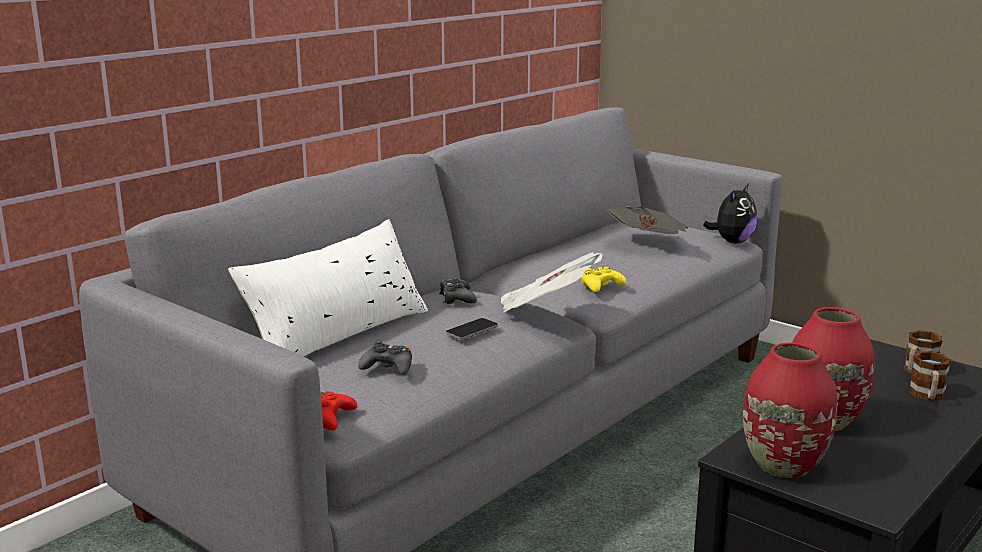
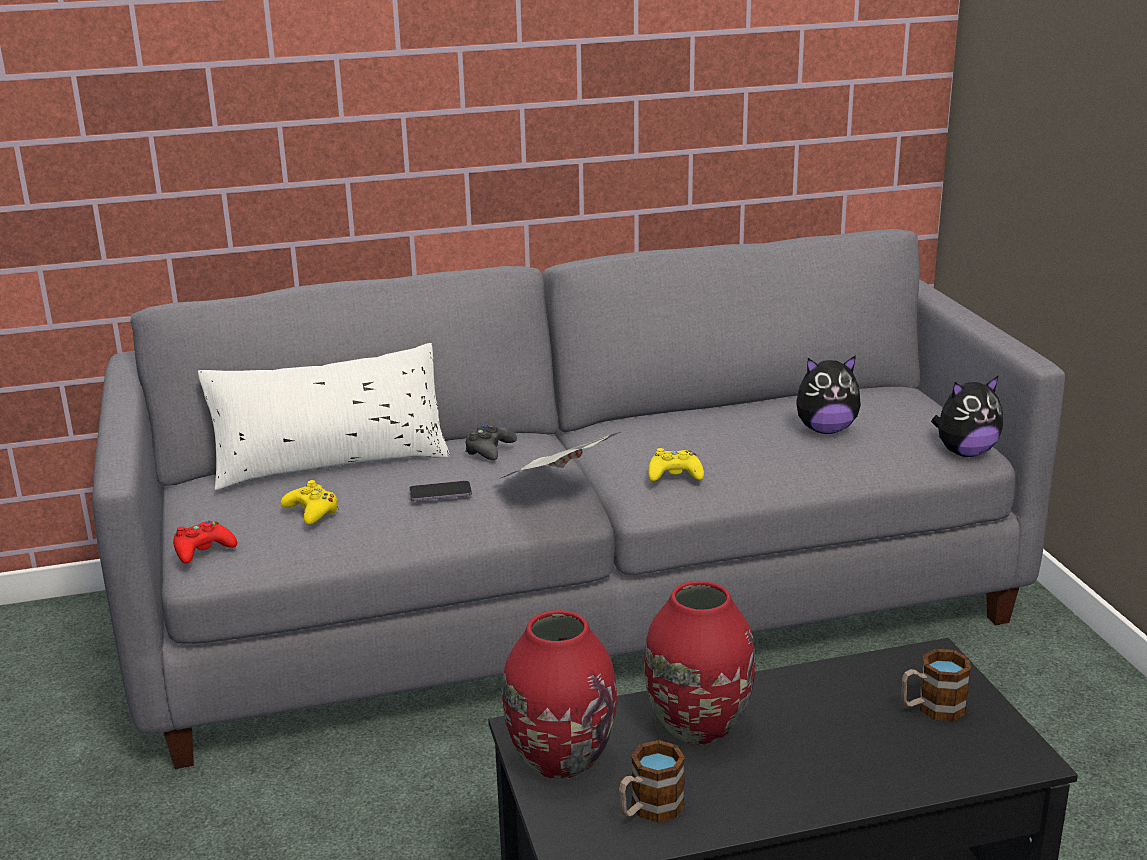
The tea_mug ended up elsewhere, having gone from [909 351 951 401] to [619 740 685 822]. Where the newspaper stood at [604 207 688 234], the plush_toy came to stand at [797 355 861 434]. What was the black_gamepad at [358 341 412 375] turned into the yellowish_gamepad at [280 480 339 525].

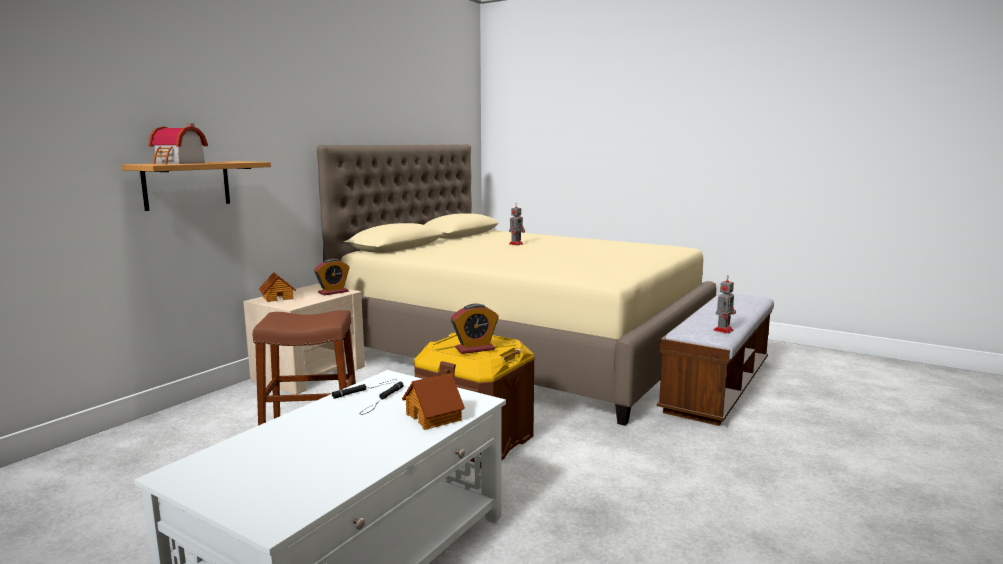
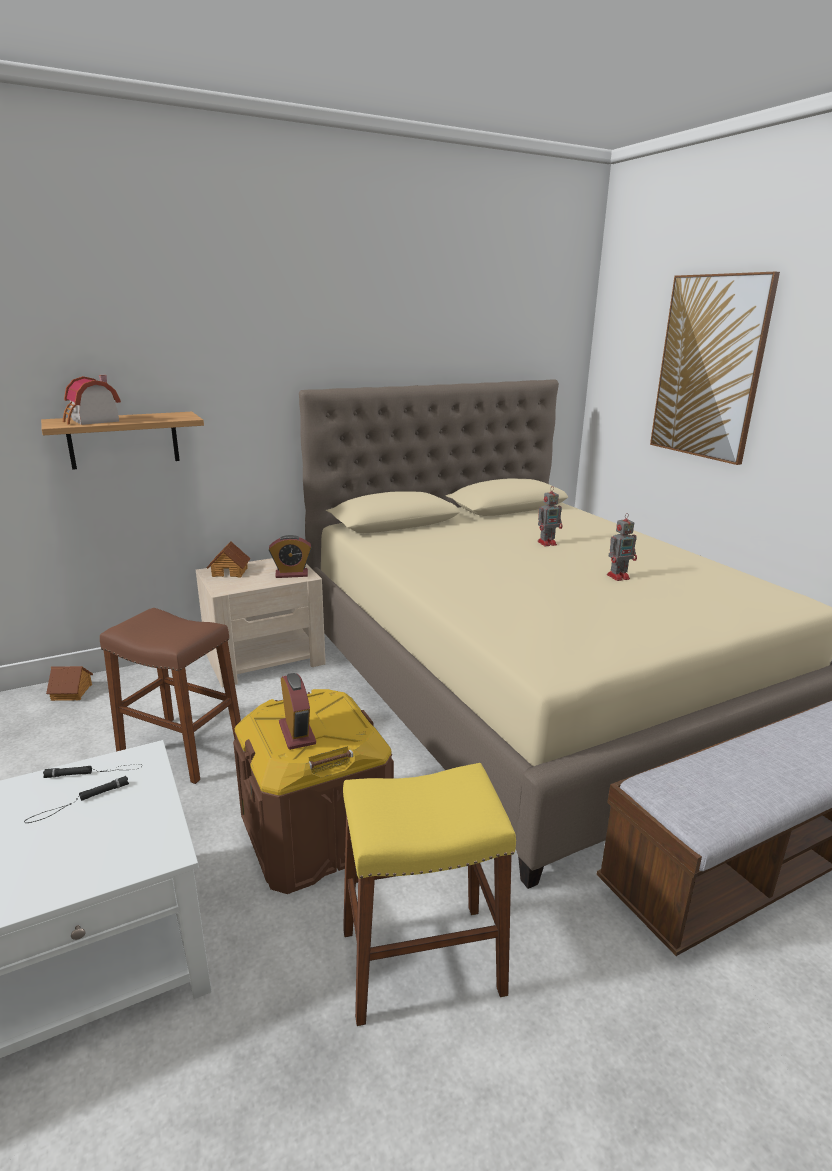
The second view gained the yellowish_sitting_stool at [343 763 516 1026]. The second view gained the wall_picture at [650 272 780 465]. The miniature_house ended up elsewhere, having gone from [402 373 465 430] to [46 666 93 701]. The toy_robot ended up elsewhere, having gone from [713 275 736 333] to [607 513 637 581]. The alarm_clock at [451 304 499 354] ended up facing another way, 120 degrees counterclockwise from before.

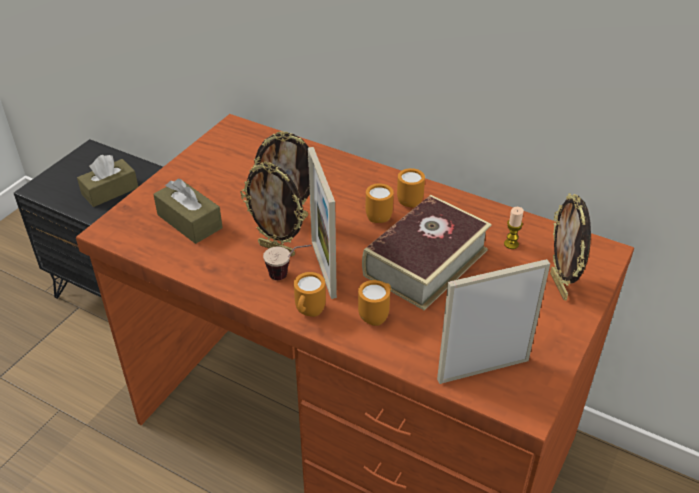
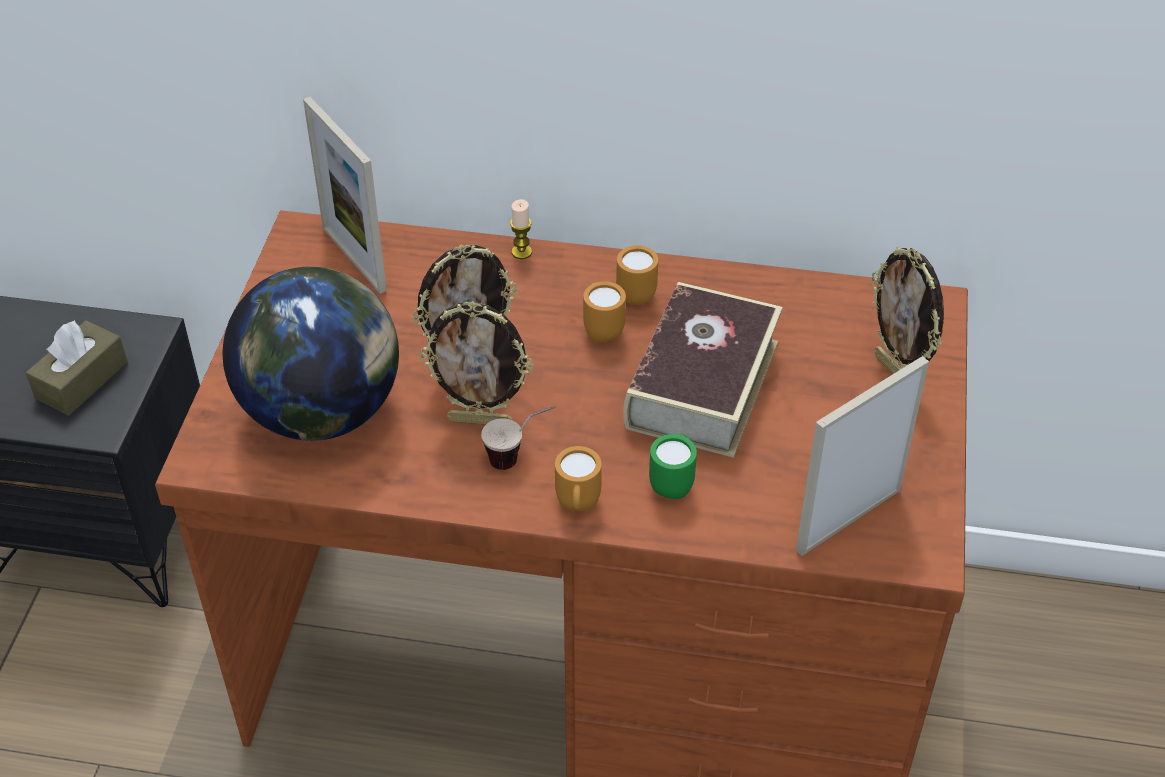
The standing_frame ended up elsewhere, having gone from [308 147 337 299] to [303 97 387 294]. The wax_light ended up elsewhere, having gone from [504 207 524 249] to [510 199 532 259]. Where the brown_box_of_tissues stood at [153 179 223 244], the desk_globe came to stand at [222 267 399 441]. What was the orangey_tea_mug at [358 280 391 326] turned into the greenish_tea_mug at [649 434 697 499].

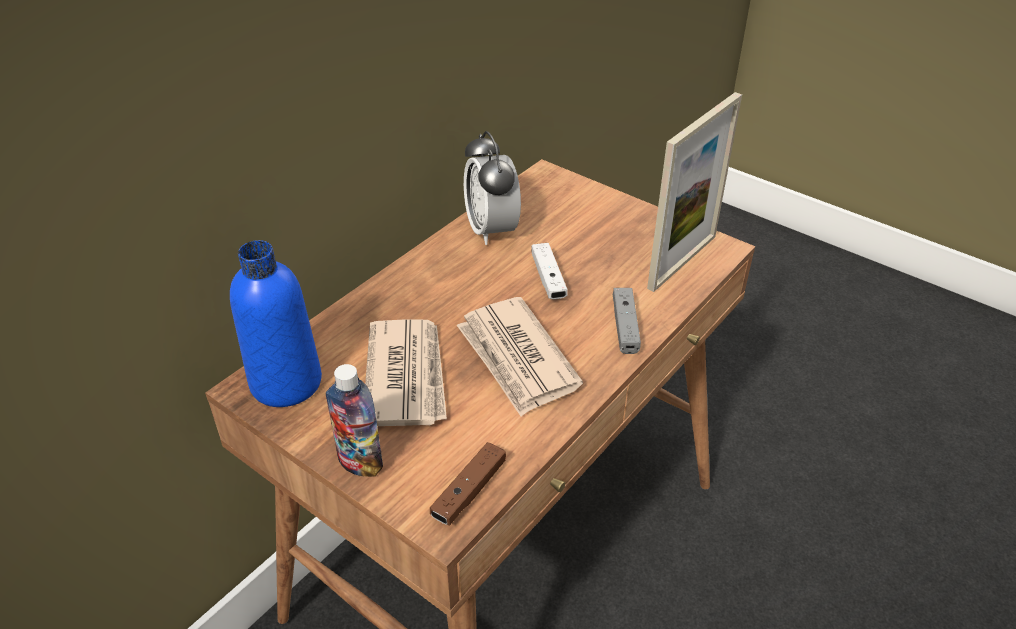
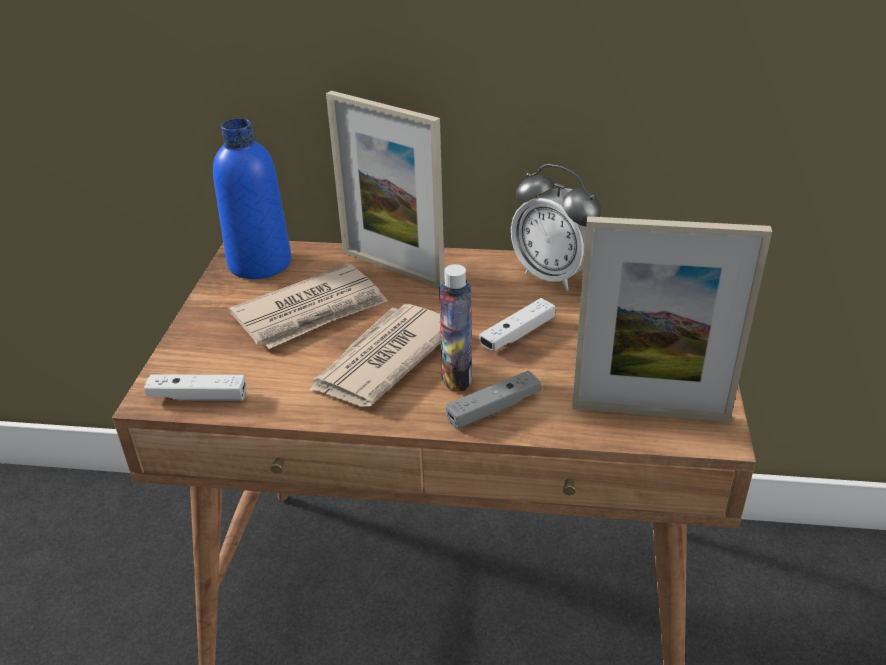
The second view gained the standing_frame at [326 91 444 287]. The beverage_bottle ended up elsewhere, having gone from [326 364 383 477] to [439 264 472 391]. What was the brown_gamepad at [430 442 506 525] turned into the white-coloured_gamepad at [144 374 246 401]. The alarm_clock at [464 131 521 245] ended up facing another way, 90 degrees counterclockwise from before.

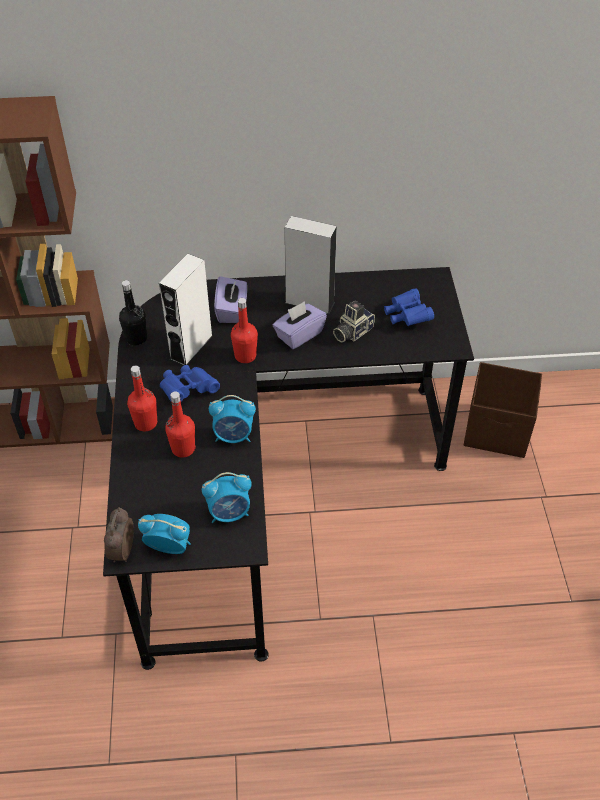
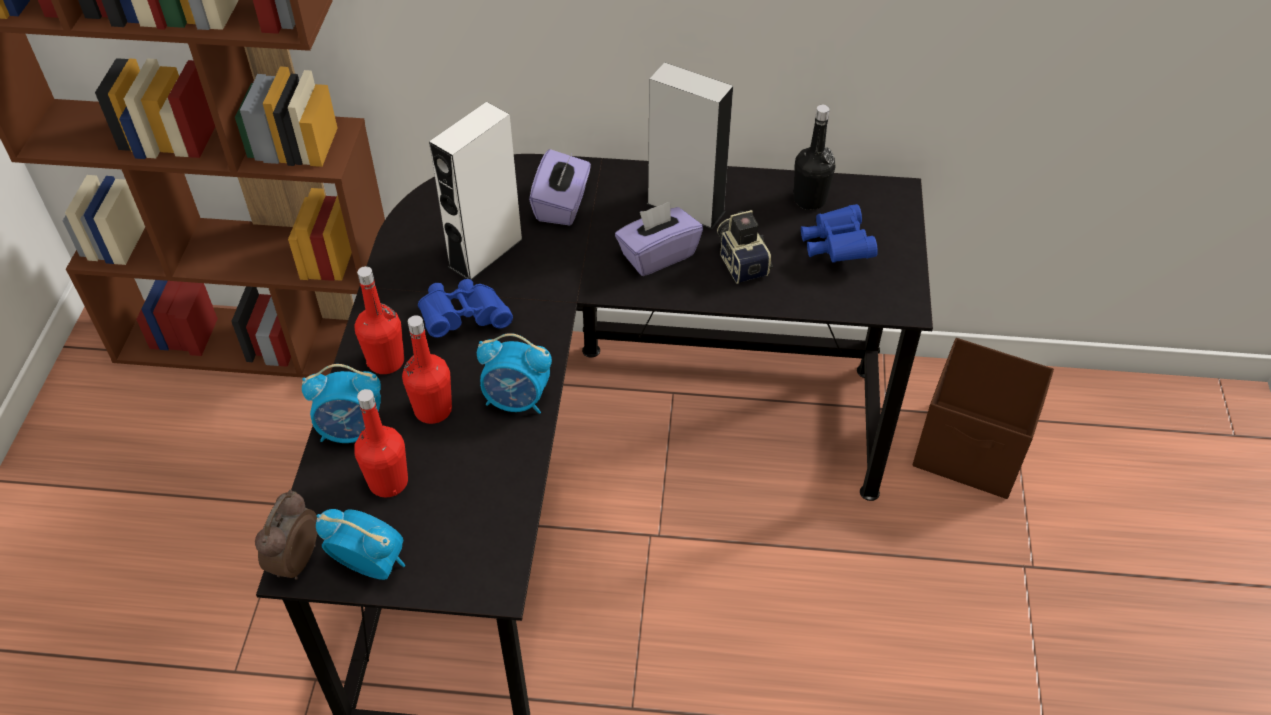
The black_beverage_bottle ended up elsewhere, having gone from [119 280 147 346] to [793 105 835 210]. The alarm_clock ended up elsewhere, having gone from [202 472 252 523] to [302 364 381 443]. The red_beverage_bottle ended up elsewhere, having gone from [231 298 258 363] to [354 389 408 497]. The still_camera at [333 300 375 343] ended up facing another way, 105 degrees clockwise from before.

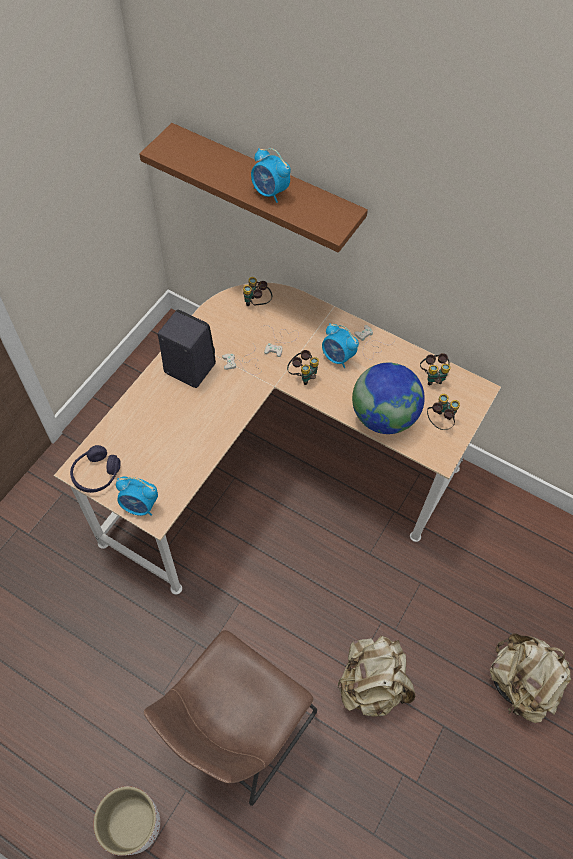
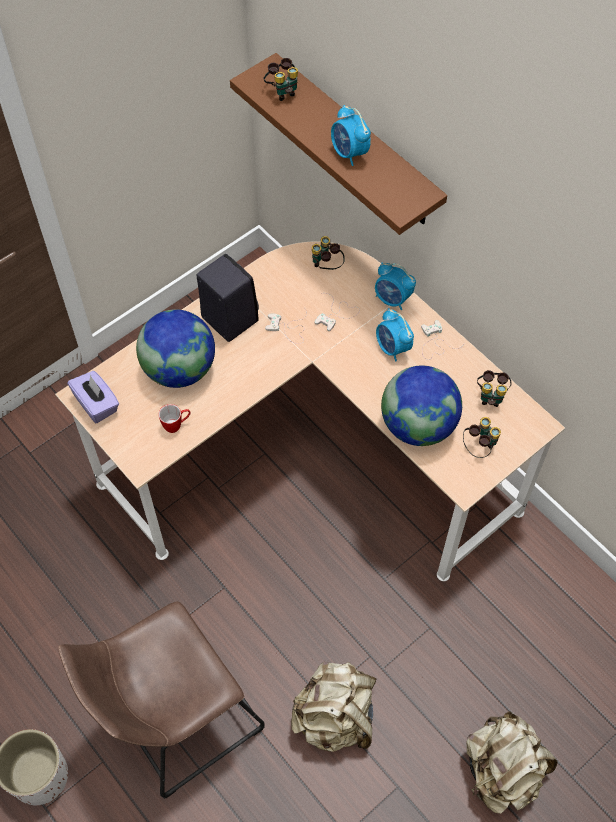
The second view gained the desk_globe at [136 309 215 388]. The second view gained the tea_mug at [159 404 191 433]. The alarm_clock ended up elsewhere, having gone from [116 476 158 516] to [375 263 416 310]. The binoculars ended up elsewhere, having gone from [287 350 319 385] to [263 58 298 101]. Where the purplish_headset stood at [70 445 121 493], the purplish_box_of_tissues came to stand at [67 371 119 424].

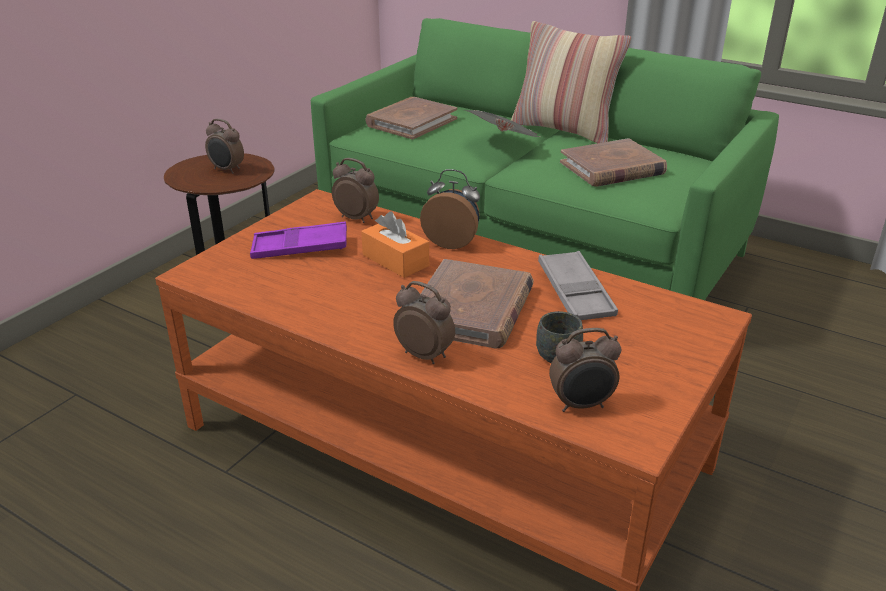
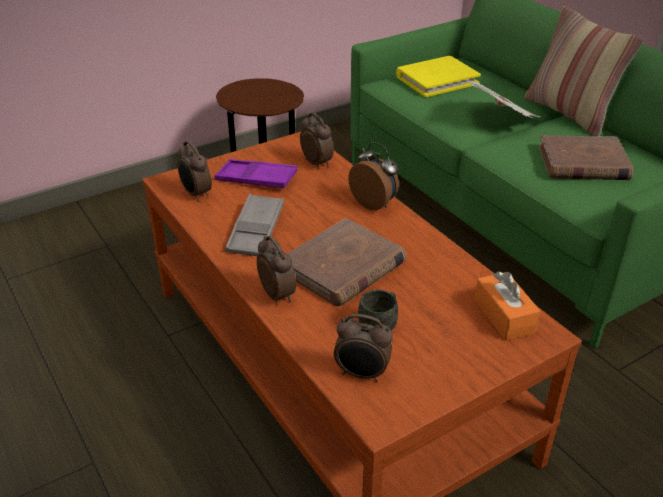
The alarm_clock ended up elsewhere, having gone from [205 119 244 174] to [178 141 212 201]. The orangey_box_of_tissues ended up elsewhere, having gone from [361 211 429 278] to [474 272 541 340]. The grey_carrying_tray ended up elsewhere, having gone from [538 251 618 320] to [225 194 284 256]. What was the brown_book at [365 97 457 139] turned into the yellowish_book at [396 56 481 97].

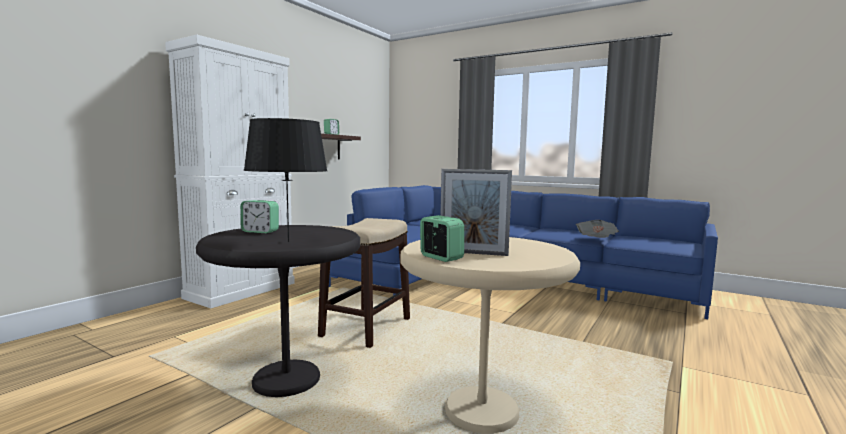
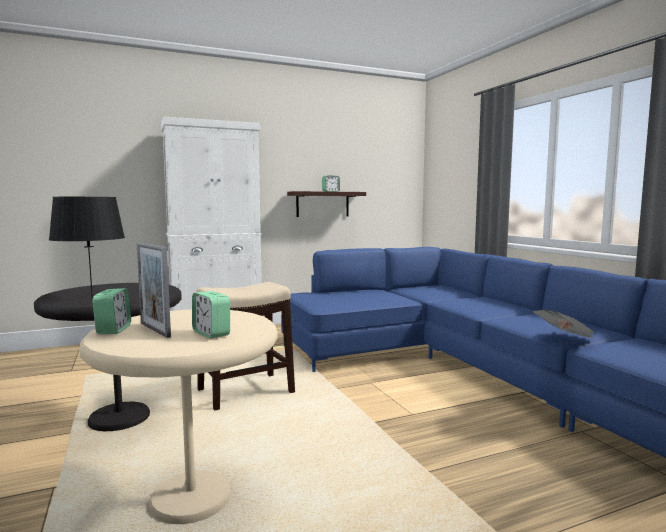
The alarm_clock ended up elsewhere, having gone from [240 200 279 233] to [192 291 230 338].

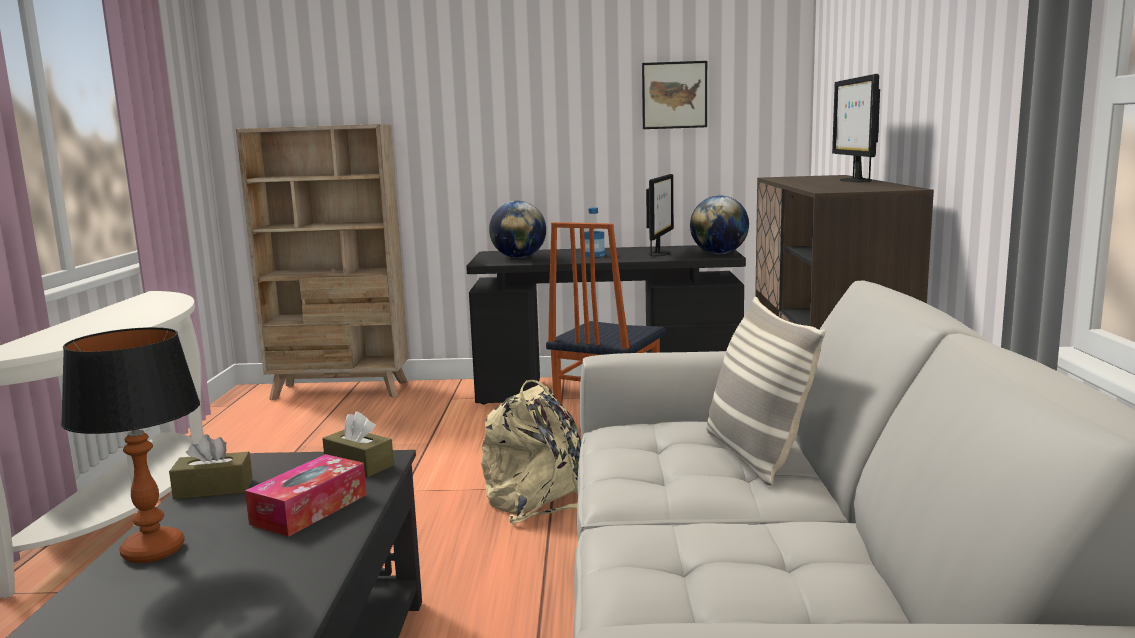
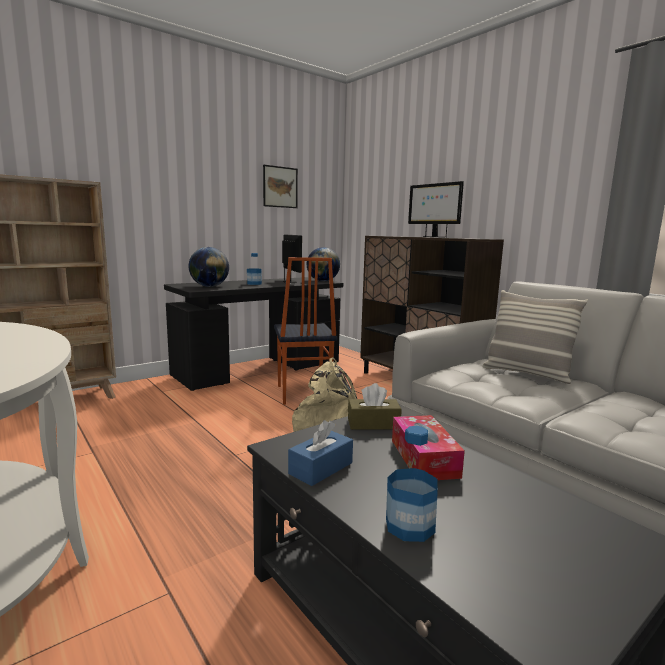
Where the table_lamp stood at [61 327 200 563], the beverage_bottle came to stand at [386 426 438 542]. What was the brown_box_of_tissues at [169 434 253 500] turned into the blue_box_of_tissues at [288 420 353 486].

